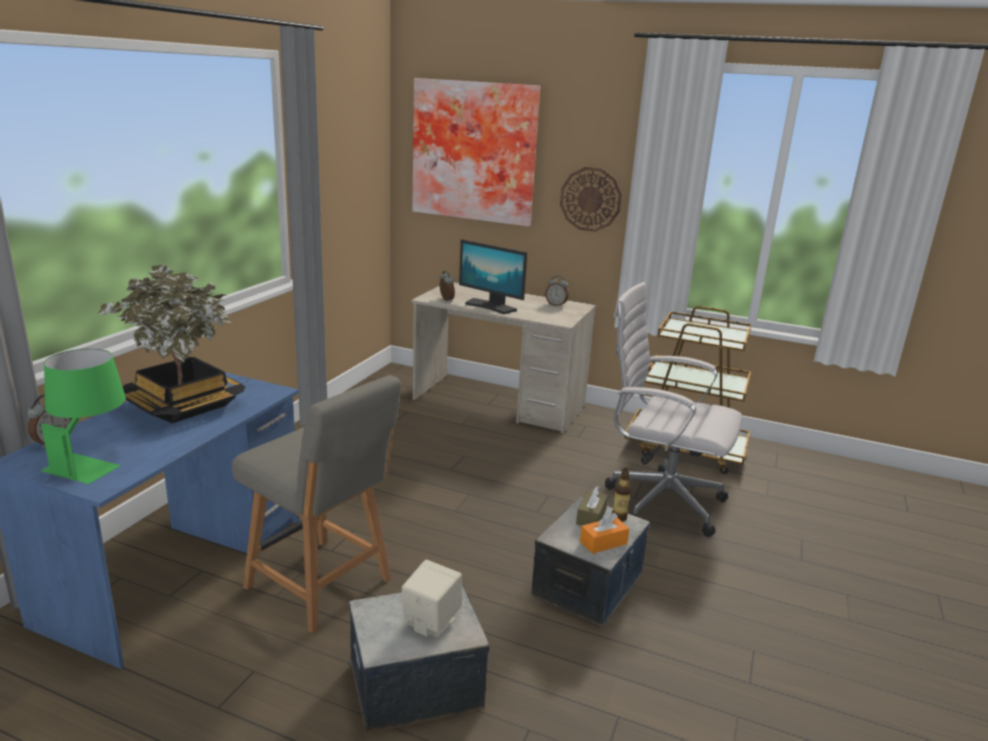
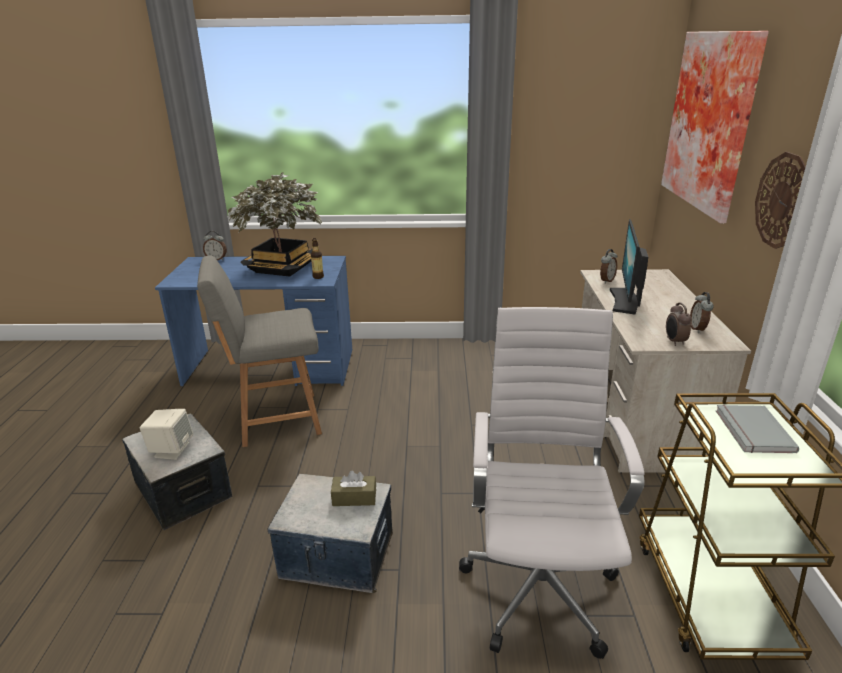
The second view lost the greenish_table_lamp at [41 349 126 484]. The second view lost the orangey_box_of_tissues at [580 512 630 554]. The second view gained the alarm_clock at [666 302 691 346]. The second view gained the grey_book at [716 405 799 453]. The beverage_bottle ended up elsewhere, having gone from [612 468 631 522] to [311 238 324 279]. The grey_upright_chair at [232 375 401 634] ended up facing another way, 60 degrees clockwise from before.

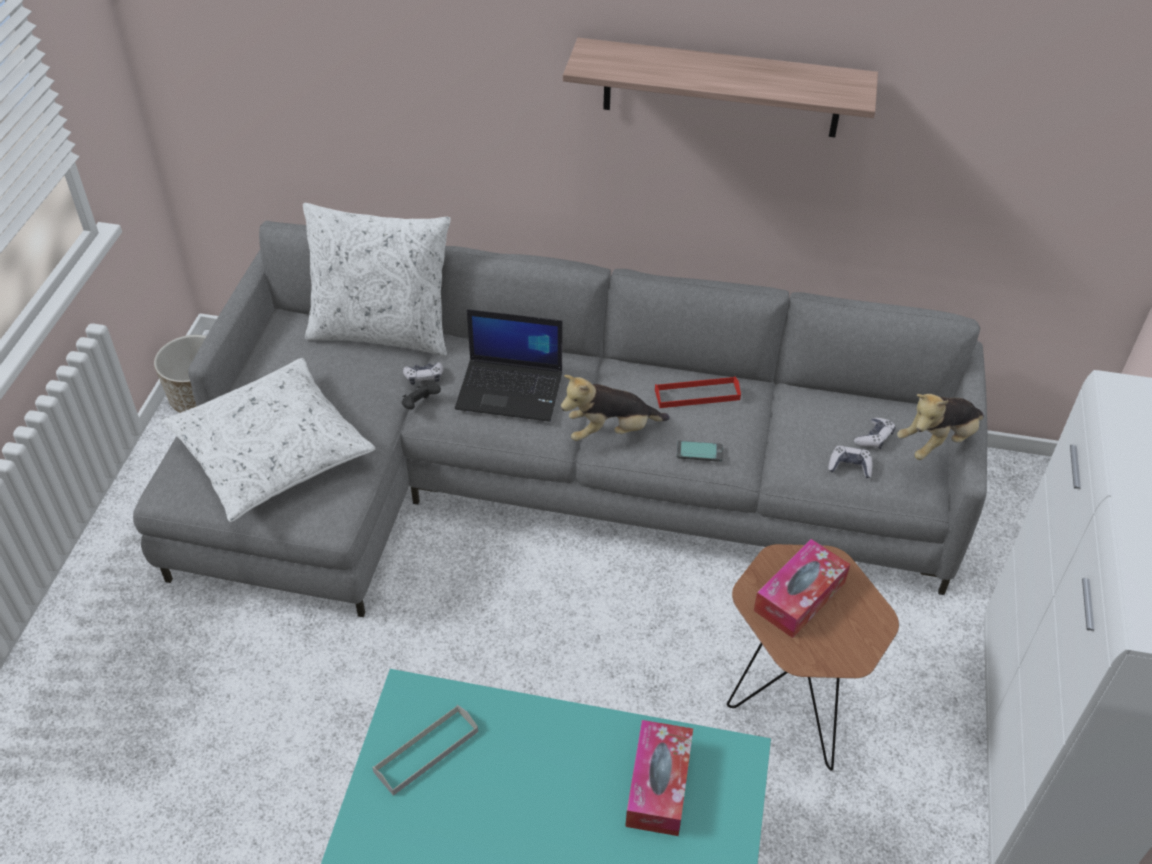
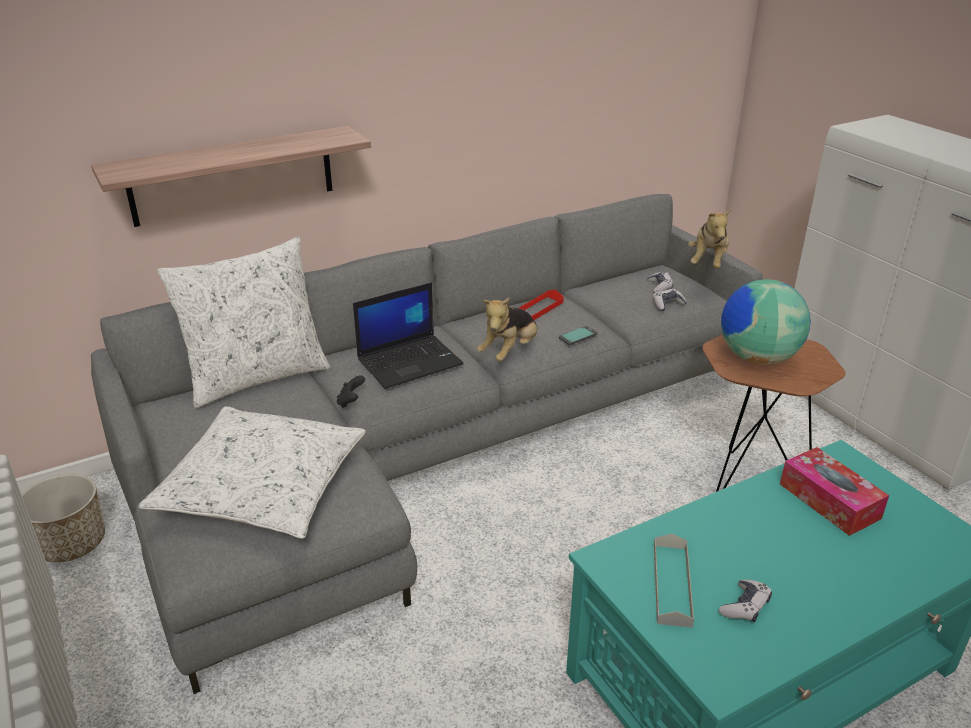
The gamepad ended up elsewhere, having gone from [403 362 443 385] to [719 580 772 623]. The wall_shelf ended up elsewhere, having gone from [563 38 878 137] to [91 126 371 227]. Where the box_of_tissues stood at [754 539 850 638], the desk_globe came to stand at [721 279 811 365].

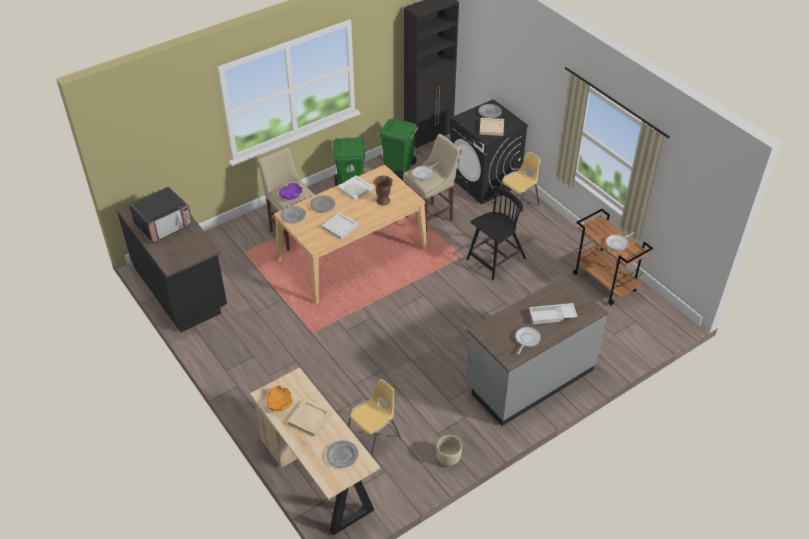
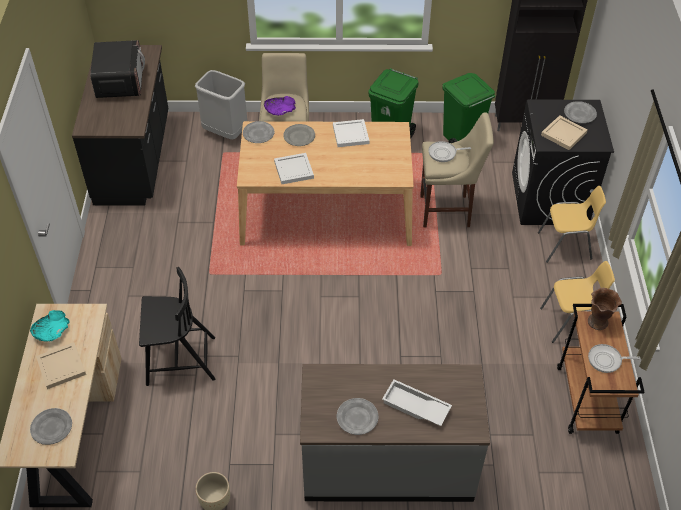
The second view gained the grey_rubbish_bin at [195 70 247 139]. The yellowish_upright_chair ended up elsewhere, having gone from [348 379 401 456] to [540 261 615 343]. The brown_vase ended up elsewhere, having gone from [373 175 393 206] to [588 288 622 330]. The black_upright_chair ended up elsewhere, having gone from [466 186 526 280] to [139 267 215 386]. Where the pan stood at [515 327 541 354], the grey_flat_dish came to stand at [337 398 378 435]. What was the orangey_bowl at [266 386 293 411] turned into the blue-green_bowl at [30 310 70 342]. The microwave at [130 187 192 243] ended up facing another way, 90 degrees counterclockwise from before.

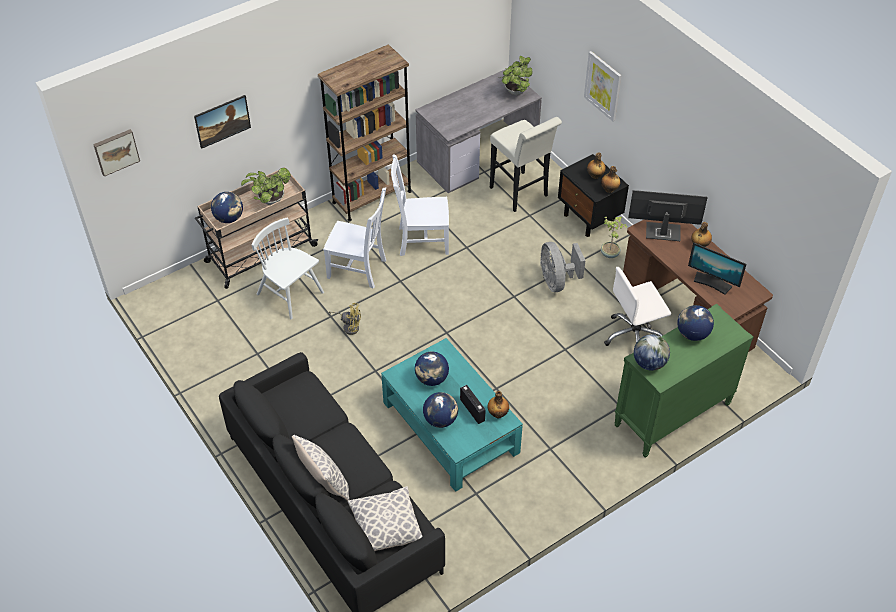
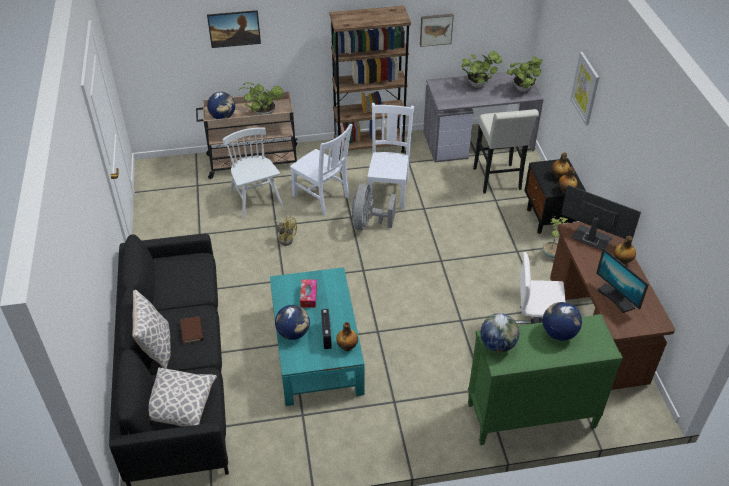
The second view gained the brown_book at [180 316 203 344]. The second view gained the potted_plant at [461 51 503 88]. The wall_picture ended up elsewhere, having gone from [93 129 140 177] to [420 14 454 47]. The grey_fan ended up elsewhere, having gone from [540 242 586 292] to [352 183 396 230]. Where the desk_globe stood at [415 351 449 386], the box_of_tissues came to stand at [300 279 317 308]. The white-coloured_upright_chair at [391 154 449 256] ended up facing another way, 75 degrees clockwise from before.

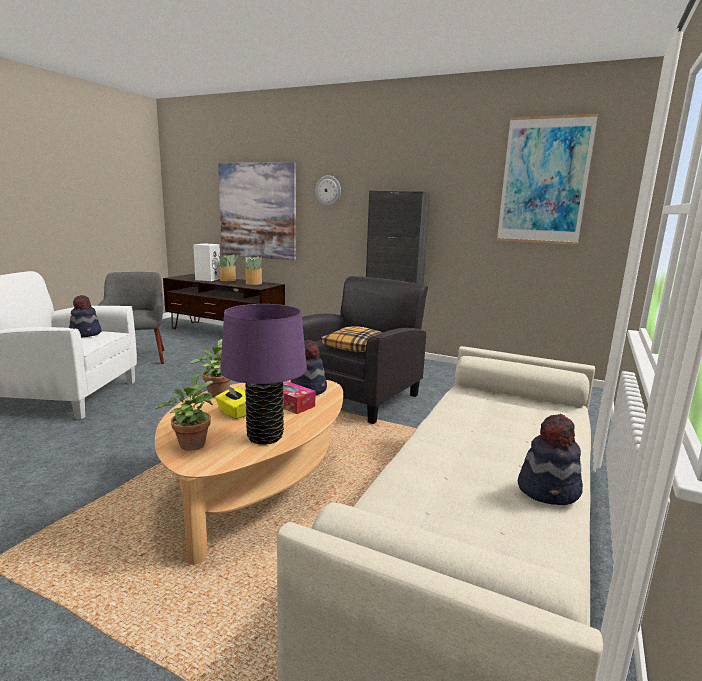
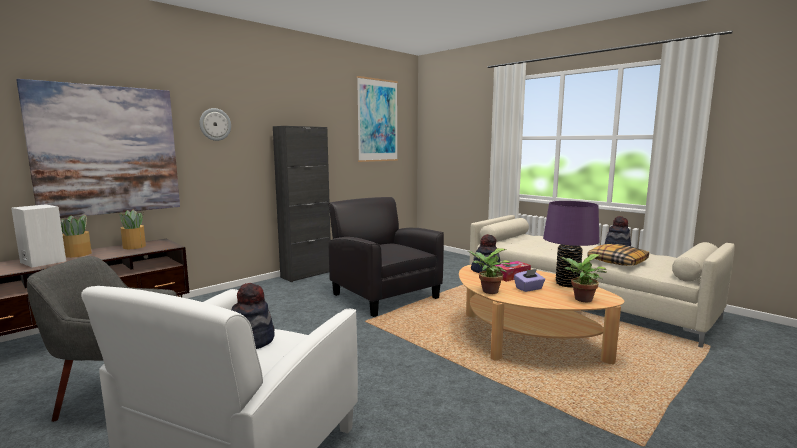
The throw_pillow ended up elsewhere, having gone from [321 327 383 352] to [587 244 649 266]. What was the yellowish_box_of_tissues at [215 385 246 419] turned into the purplish_box_of_tissues at [514 269 545 292].

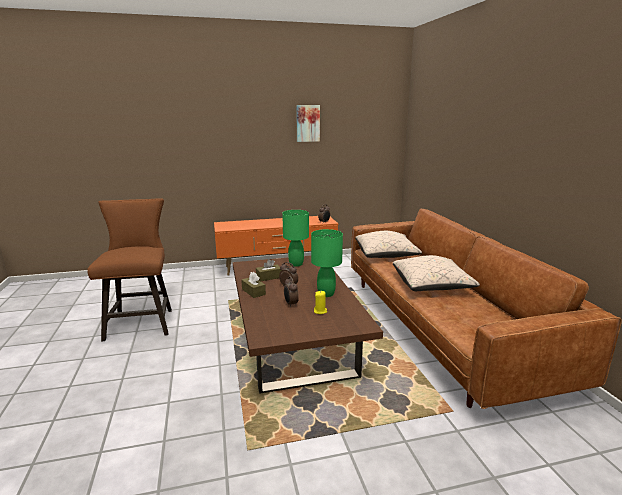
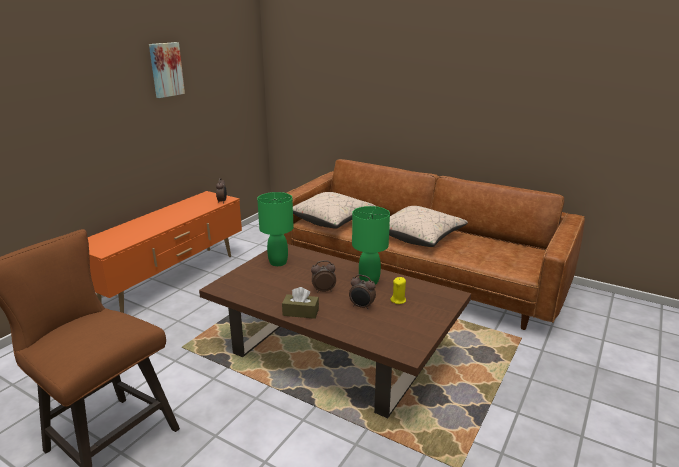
The second view lost the brown_box_of_tissues at [256 259 282 281].

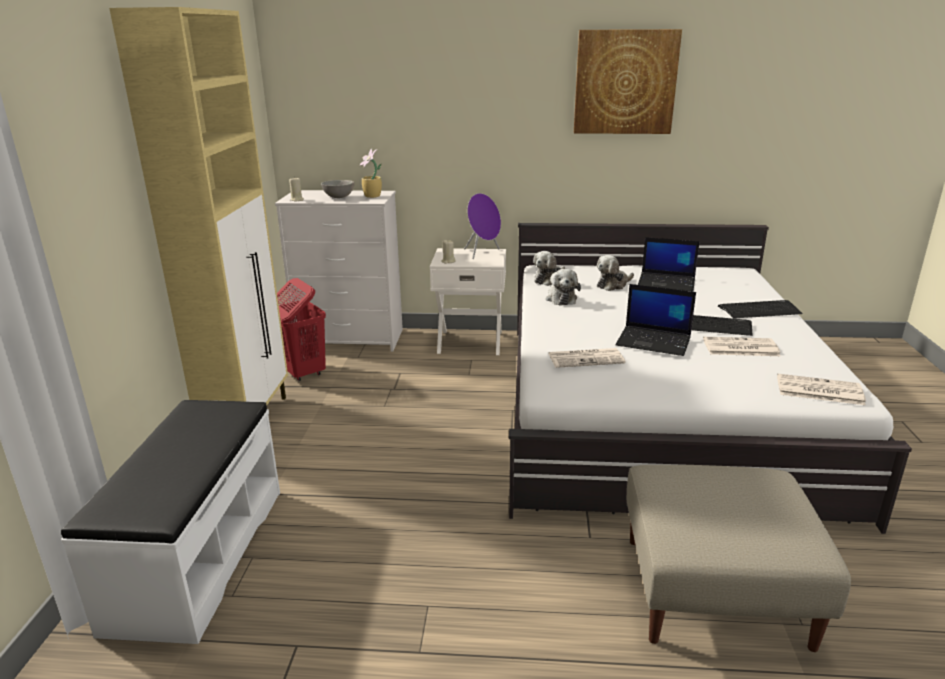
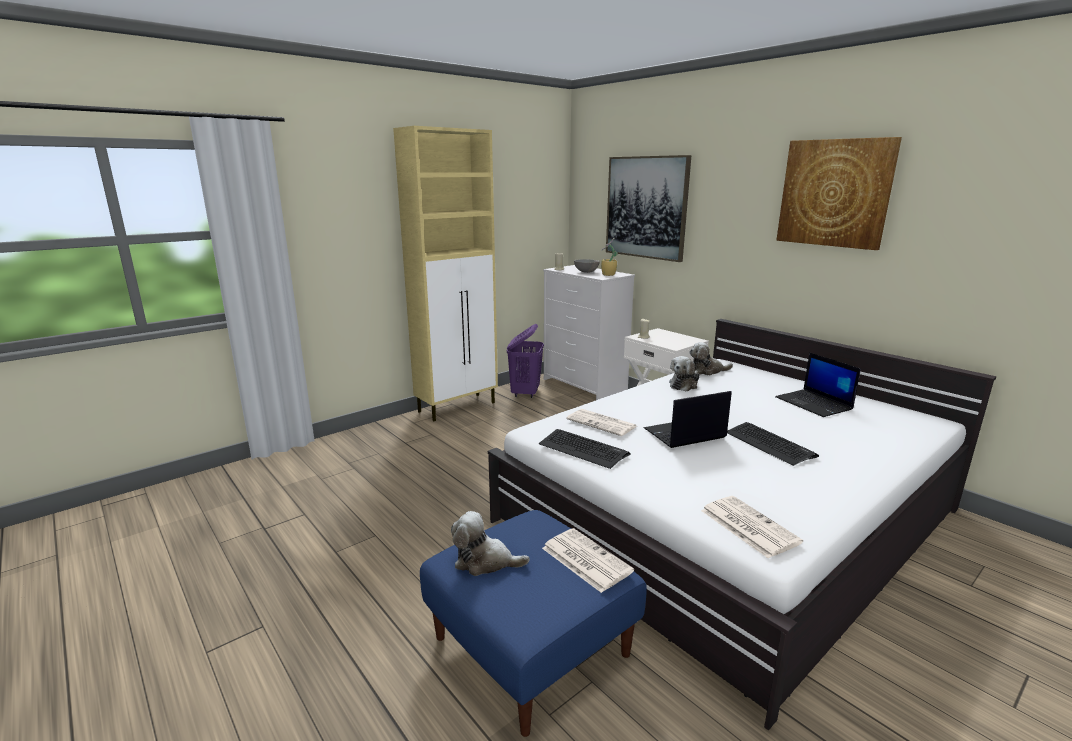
The second view lost the white-coloured_indoor_bench at [61 400 280 644]. The second view lost the purplish_speaker at [464 193 501 259]. The second view gained the wall_picture at [606 155 691 262]. The plush_toy ended up elsewhere, having gone from [597 255 634 291] to [451 511 530 576]. The newspaper ended up elsewhere, having gone from [703 337 781 356] to [542 528 634 593]. The keyboard ended up elsewhere, having gone from [718 300 803 319] to [539 429 631 469]. What was the red_washing_basket at [277 278 326 381] turned into the purplish_washing_basket at [507 324 544 398]. What was the sand-coloured_ottoman at [627 465 851 652] turned into the blue_ottoman at [420 510 647 737]. The notebook_computer at [616 284 696 356] ended up facing another way, 90 degrees clockwise from before.

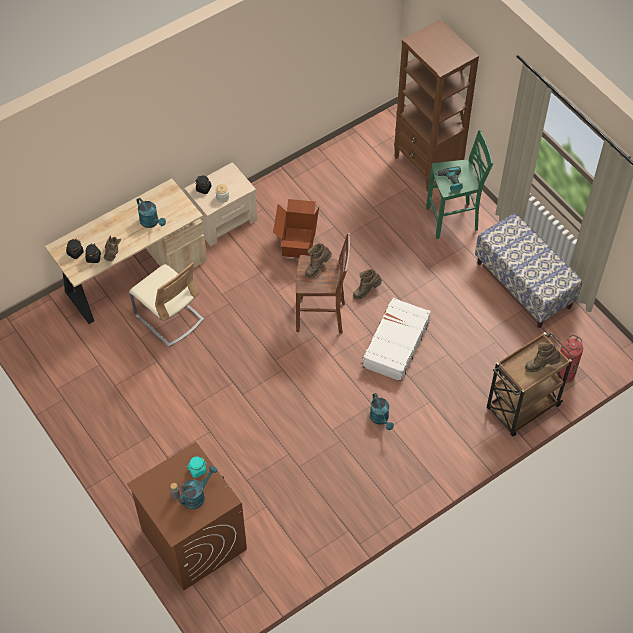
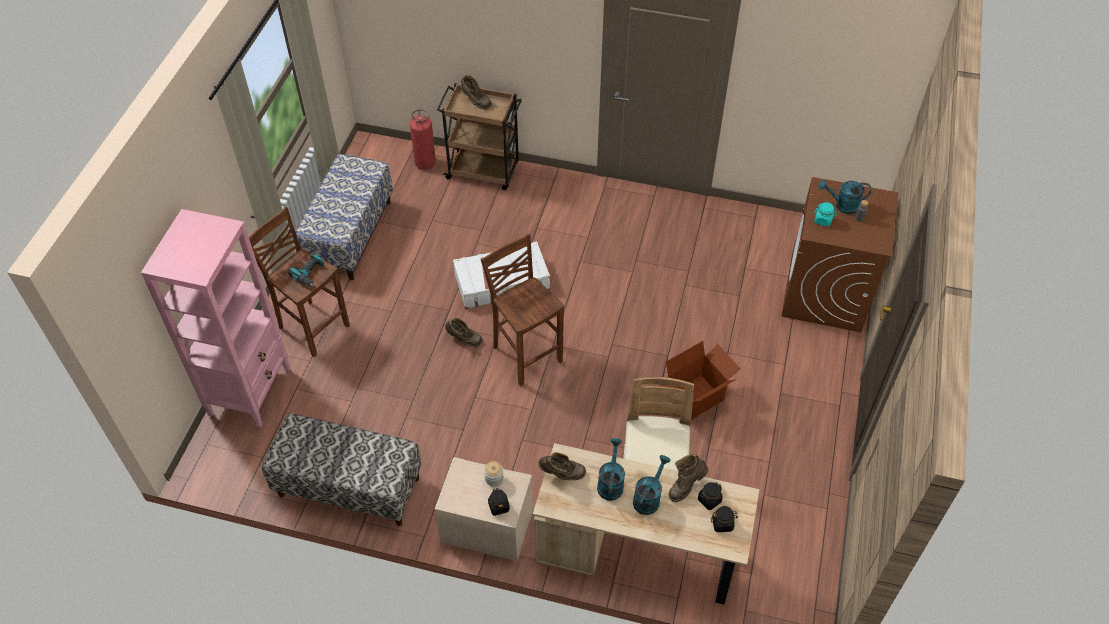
The second view gained the indoor_bench at [262 413 422 526]. The carton ended up elsewhere, having gone from [273 199 319 258] to [660 341 741 420]. The brown_high-top_boot ended up elsewhere, having gone from [305 243 332 278] to [538 452 586 480]. The blue-green_sprinkling_can ended up elsewhere, having gone from [370 393 394 430] to [633 455 671 515]. What was the brown_shelving_unit at [394 19 479 191] turned into the pink-coloured_shelving_unit at [141 209 290 428]. What was the greenish_sitting_stool at [426 129 493 239] turned into the brown_sitting_stool at [249 207 350 357].

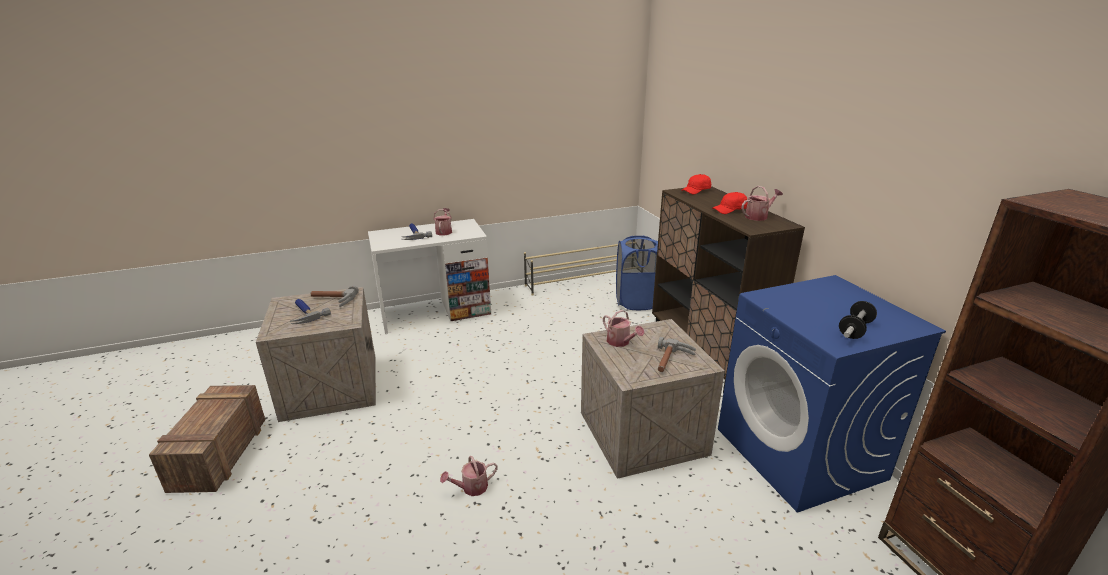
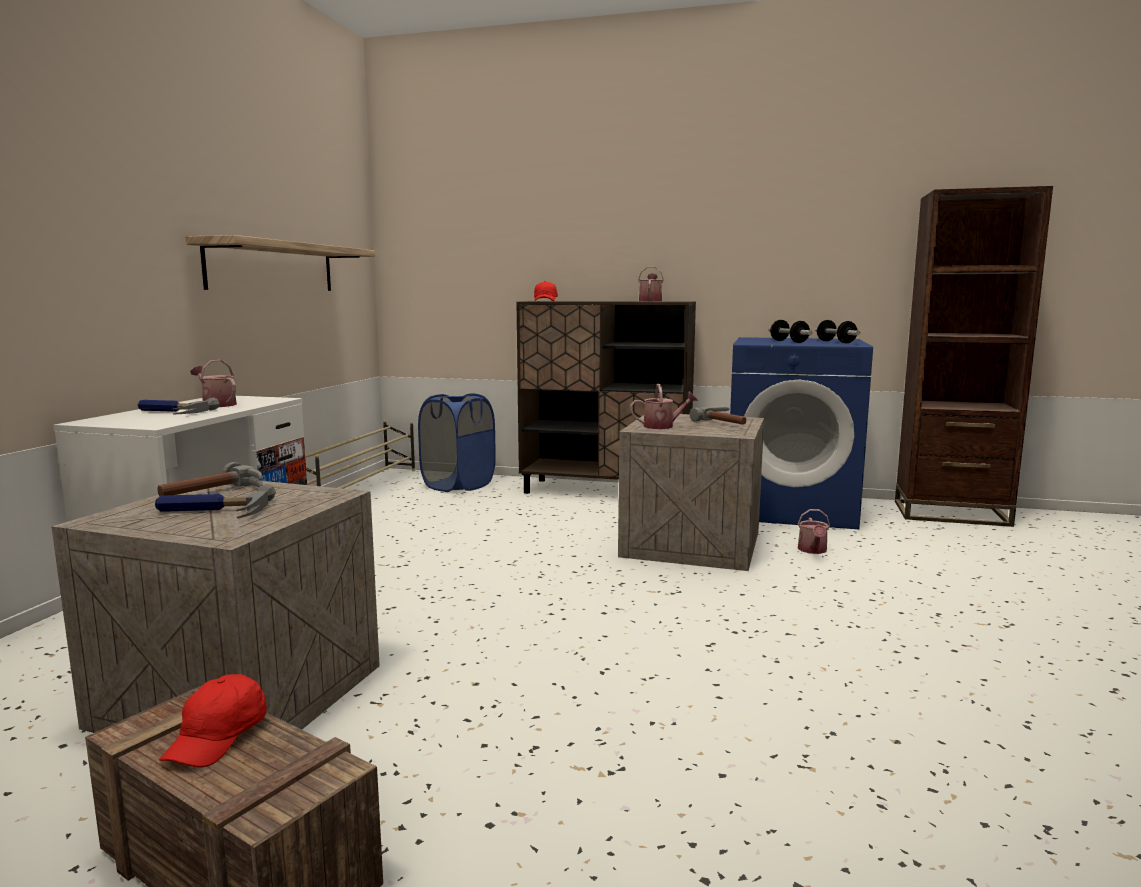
The second view gained the wall_shelf at [185 235 375 291]. The second view gained the free_weight at [769 320 813 343]. The sprinkling_can ended up elsewhere, having gone from [440 456 498 496] to [798 509 830 554]. The red_peaked_cap ended up elsewhere, having gone from [712 192 748 214] to [159 674 267 768].

